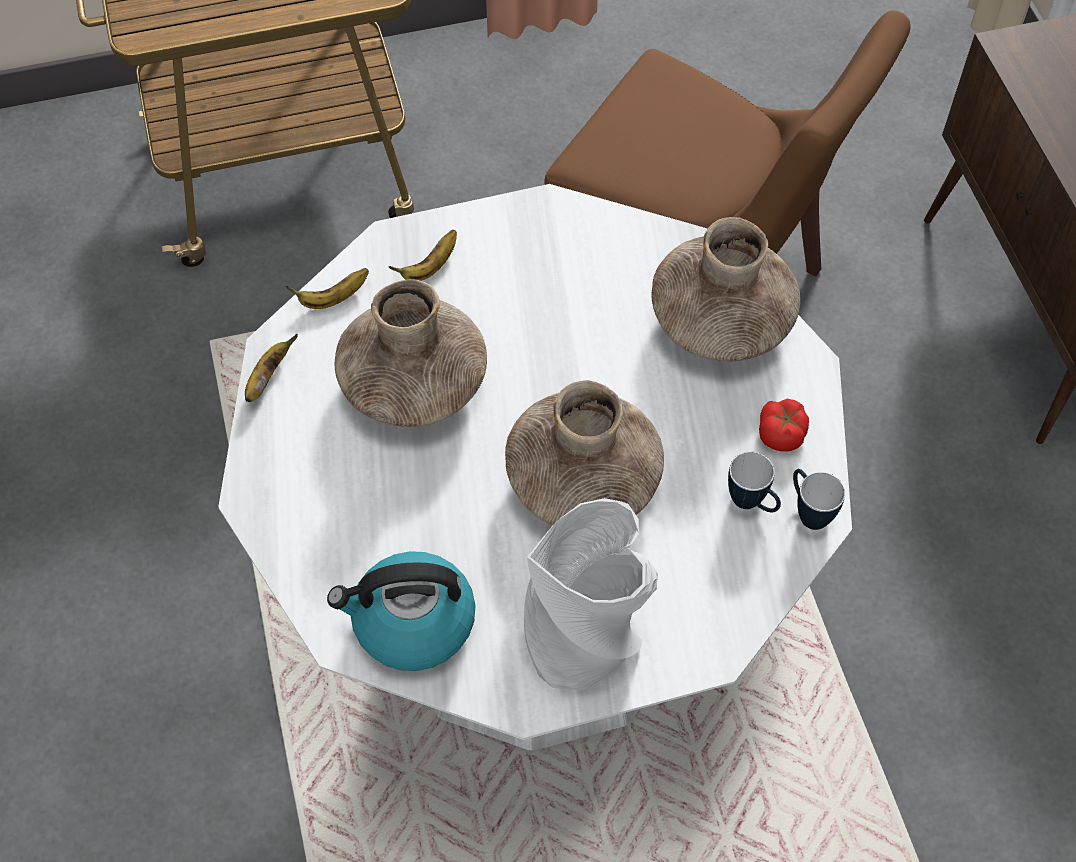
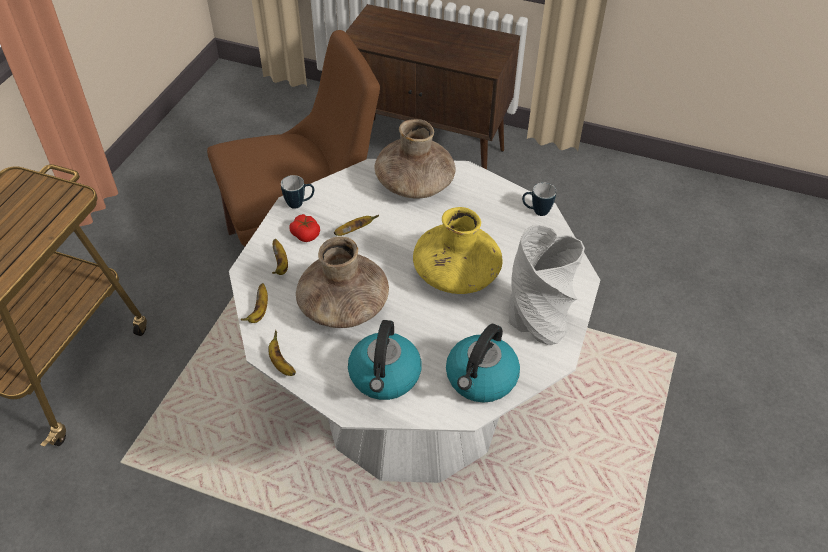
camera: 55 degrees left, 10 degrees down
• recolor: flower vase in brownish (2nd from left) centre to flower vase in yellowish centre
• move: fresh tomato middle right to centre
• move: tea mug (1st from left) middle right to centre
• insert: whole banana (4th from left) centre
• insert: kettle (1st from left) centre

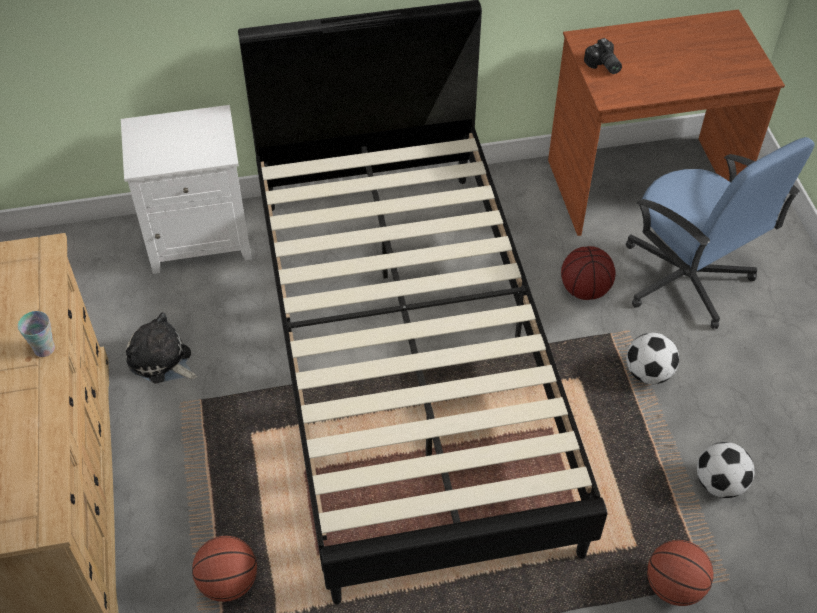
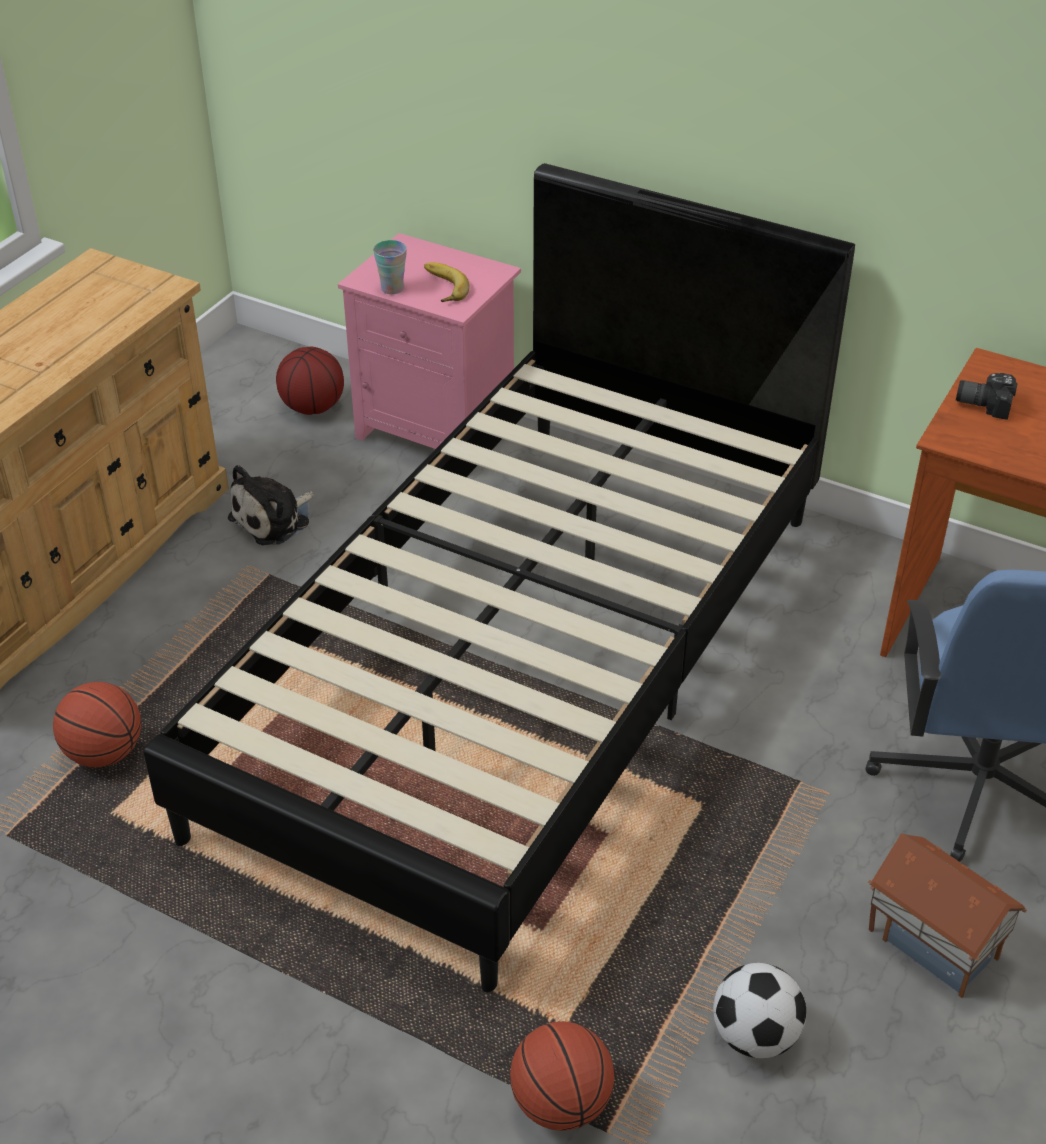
camera: 40 degrees right, 10 degrees down
• rotate: photo camera top right = middle right 90 degrees clockwise
• recolor: night table in whitish top left to night table in pinkish top centre
• move: basketball ball (2nd from left) middle right to top left
• move: drinking cup middle left to top centre
• rotate: cuddly toy middle left = middle left 120 degrees counterclockwise
• delete: football (1st from left) middle right
• insert: whole banana top centre
• insert: model house bottom right

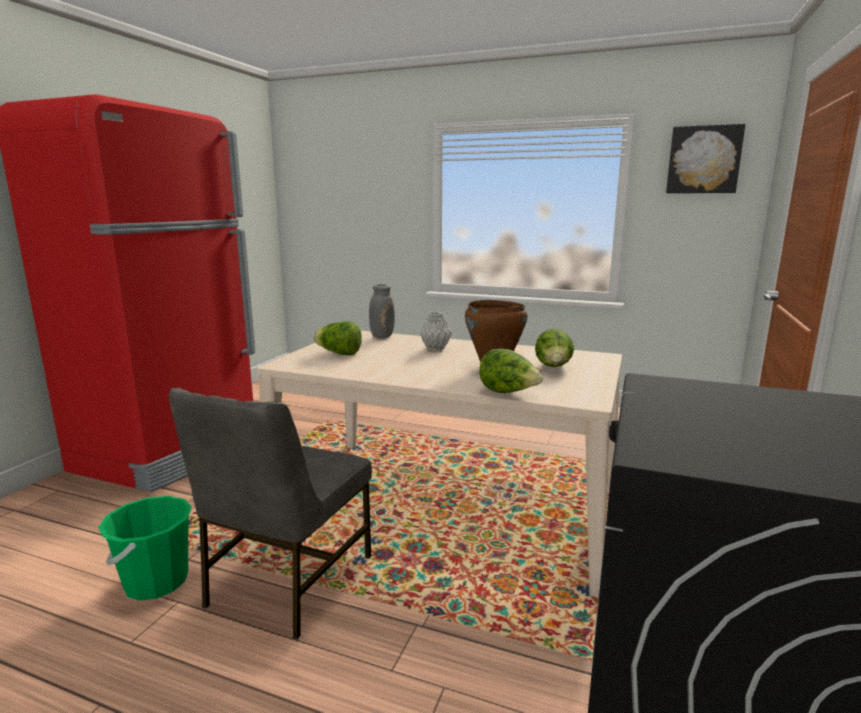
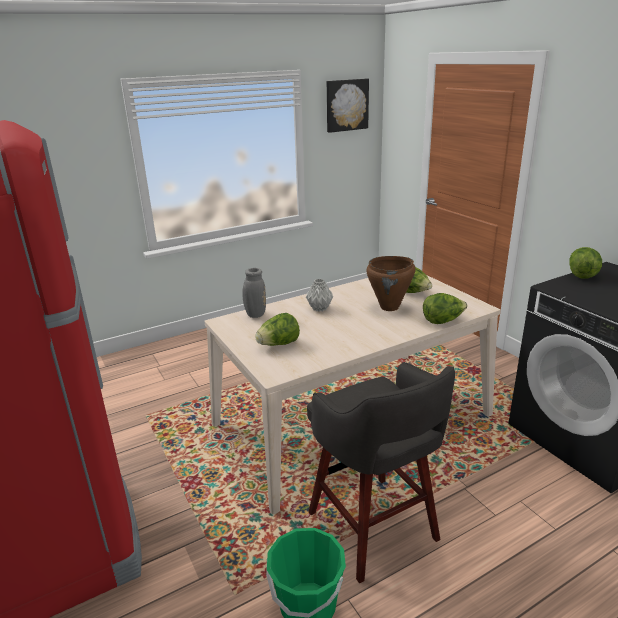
camera: 50 degrees left, 10 degrees up
• replace: chair in greyish bottom left to stool in greyish bottom centre
• insert: lettuce head (4th from left) middle right

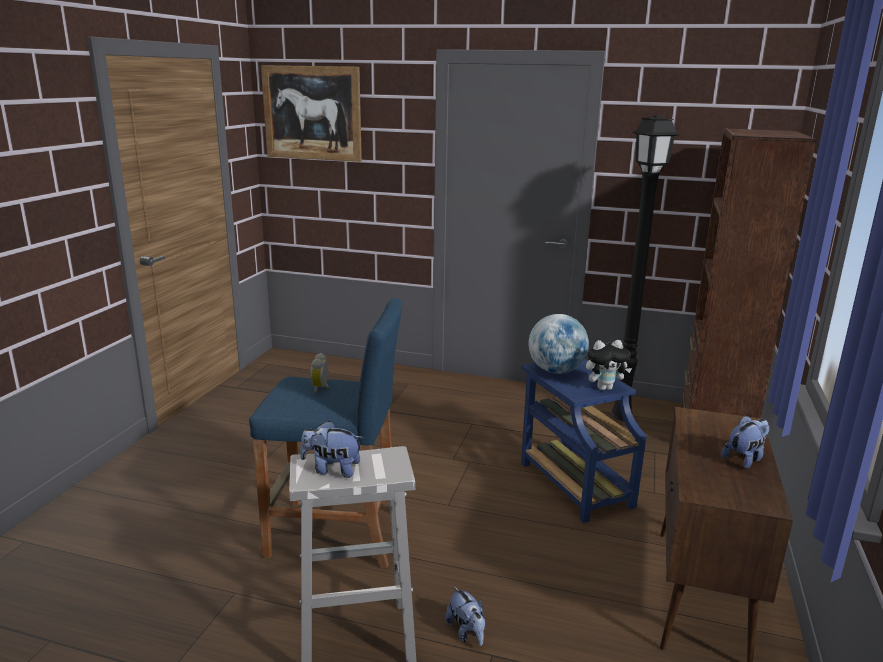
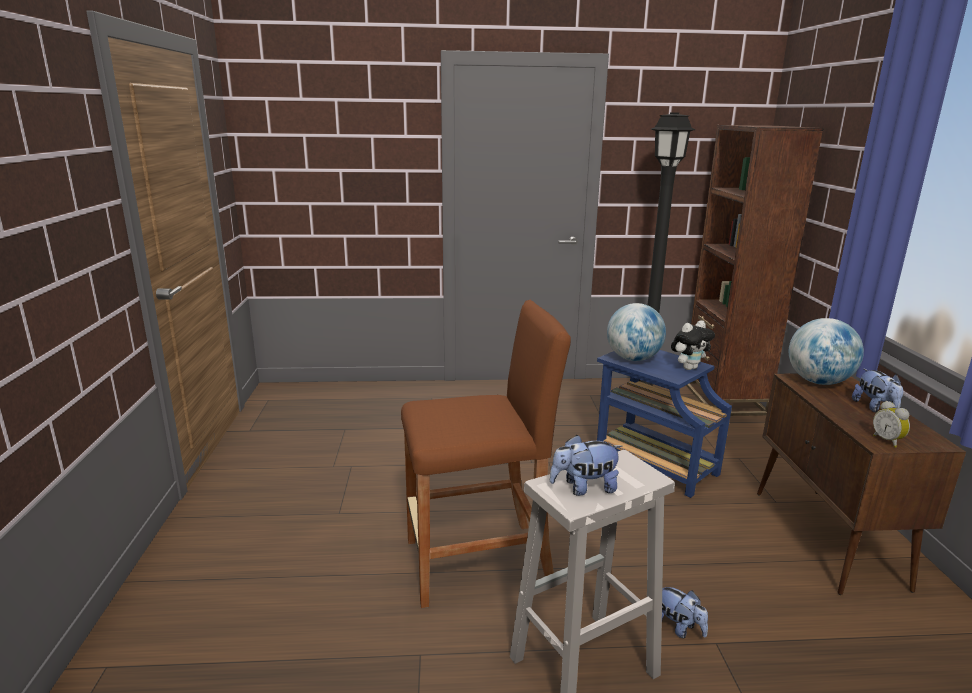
camera: 20 degrees left, 0 degrees up
• delete: wall art top centre
• recolor: stool in blue-coloured centre to stool in brownish centre
• move: table clock centre to middle right
• rotate: cuddly toy (4th from left) bottom right = middle right 135 degrees clockwise
• insert: desk globe (2nd from left) middle right

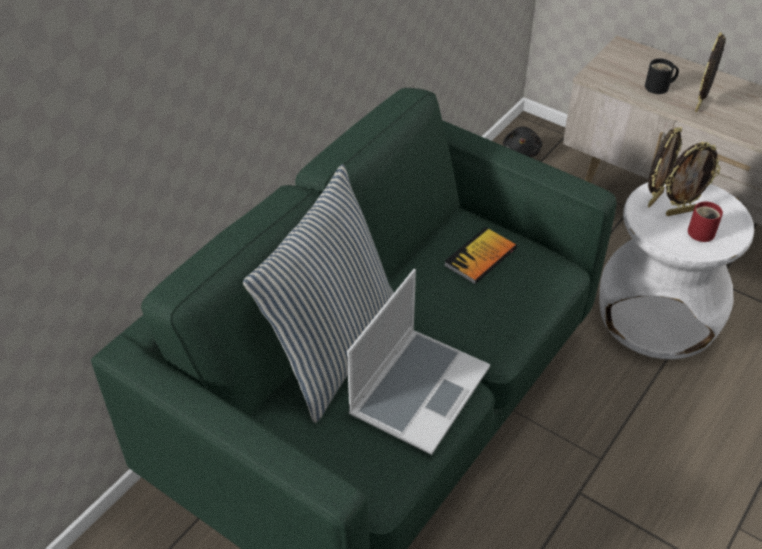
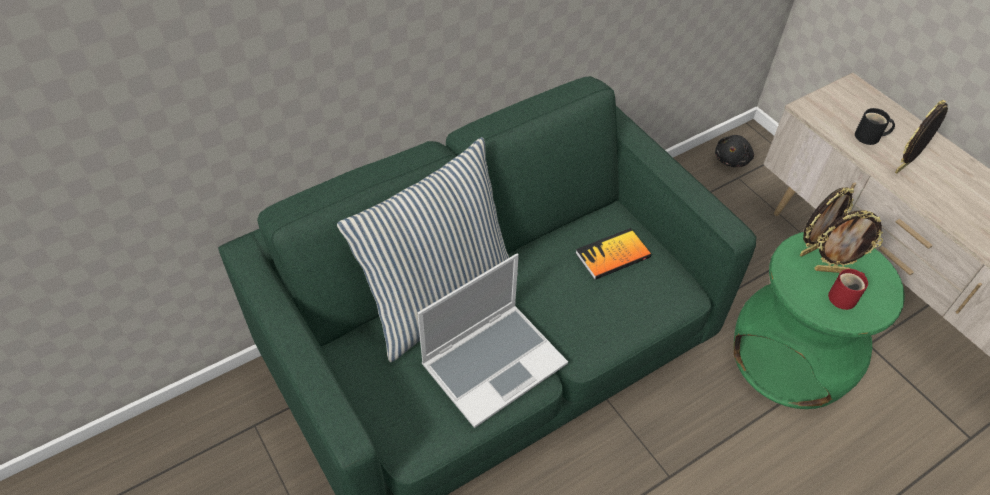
camera: 20 degrees right, 5 degrees up
• recolor: stool in whitish middle right to stool in green-coloured middle right

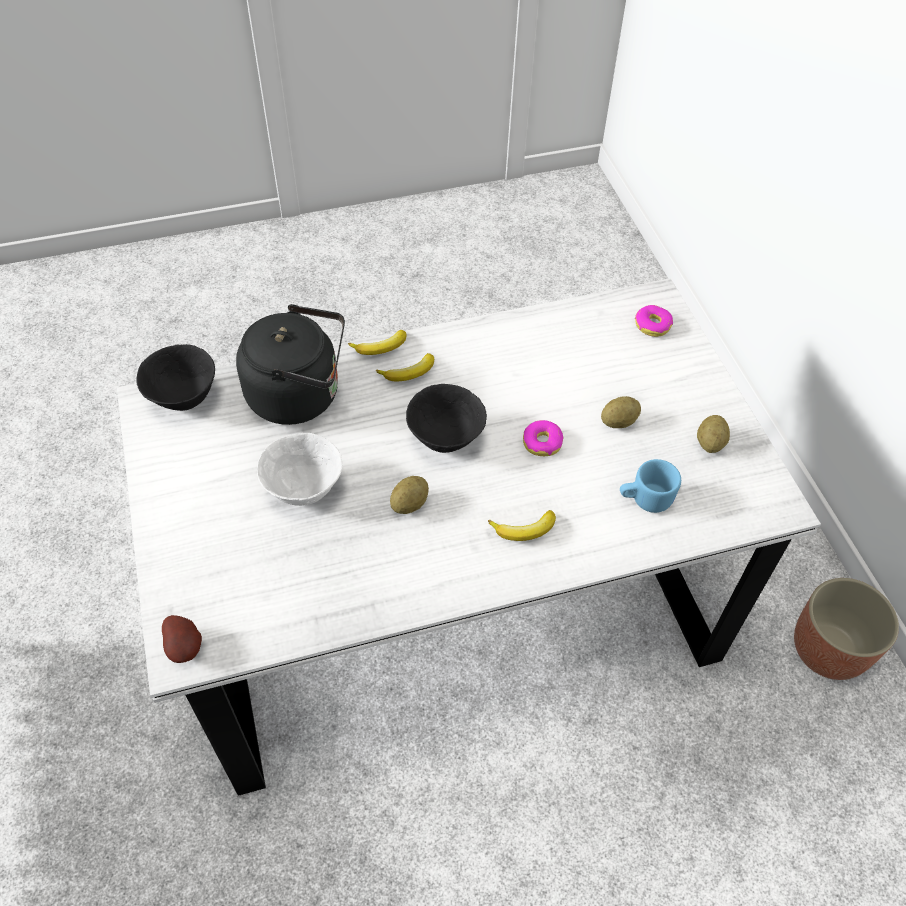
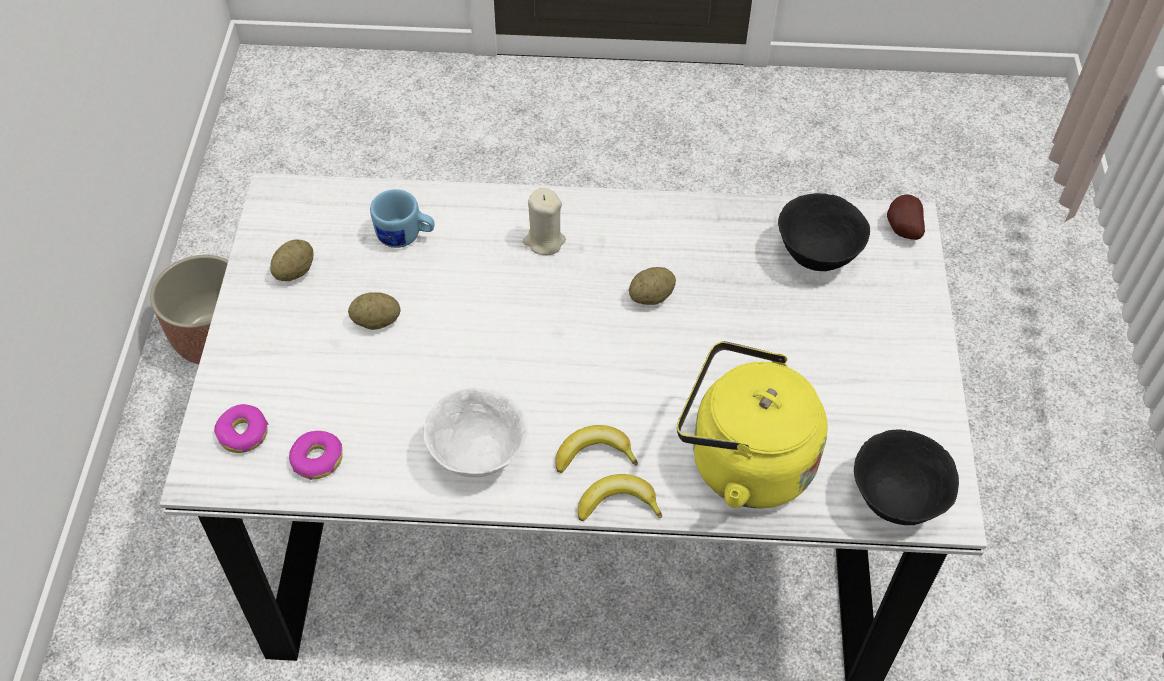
camera: 160 degrees left, 0 degrees up
• recolor: kettle in black-coloured middle left to kettle in yellowish centre
• move: serving bowl in black-coloured (2nd from left in the first image) centre to serving bowl in black-coloured (1st from left) middle right
• move: donut (1st from left in the first image) centre to donut (2nd from left) bottom left
• move: serving bowl in whitish middle left to centre
• replace: whole banana (3rd from left) centre to wax candle in beige top centre

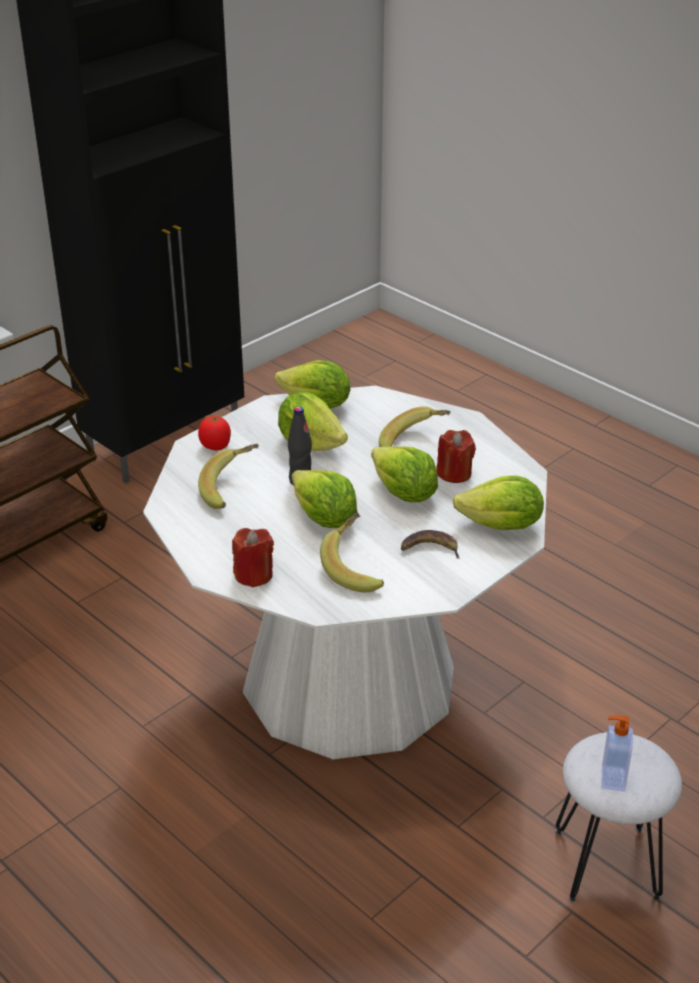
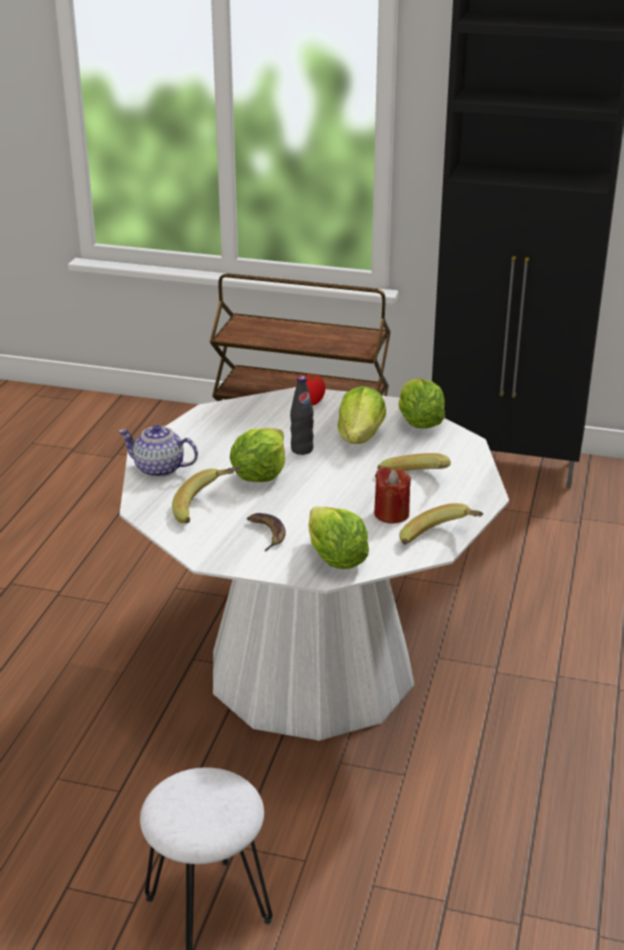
camera: 60 degrees right, 5 degrees down
• move: whole banana (1st from left in the first image) middle left to whole banana (4th from left) middle right
• delete: lettuce head (4th from left) centre
• replace: wax candle in red (1st from left) centre to tea pot middle left
• delete: soap bottle bottom right

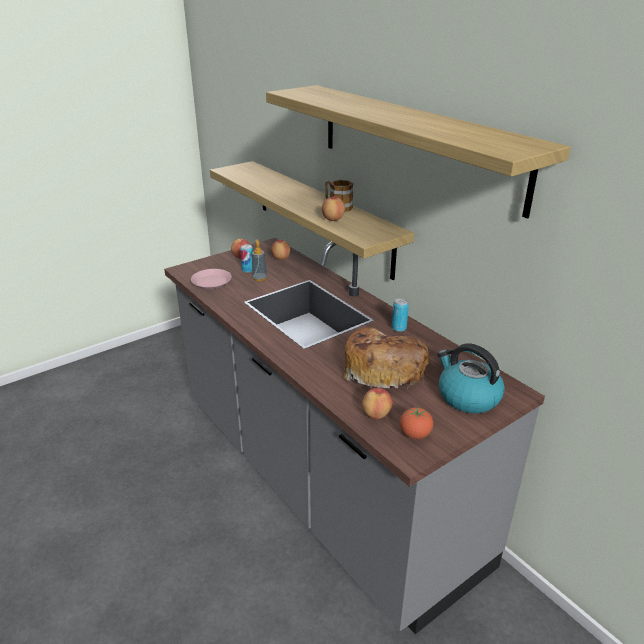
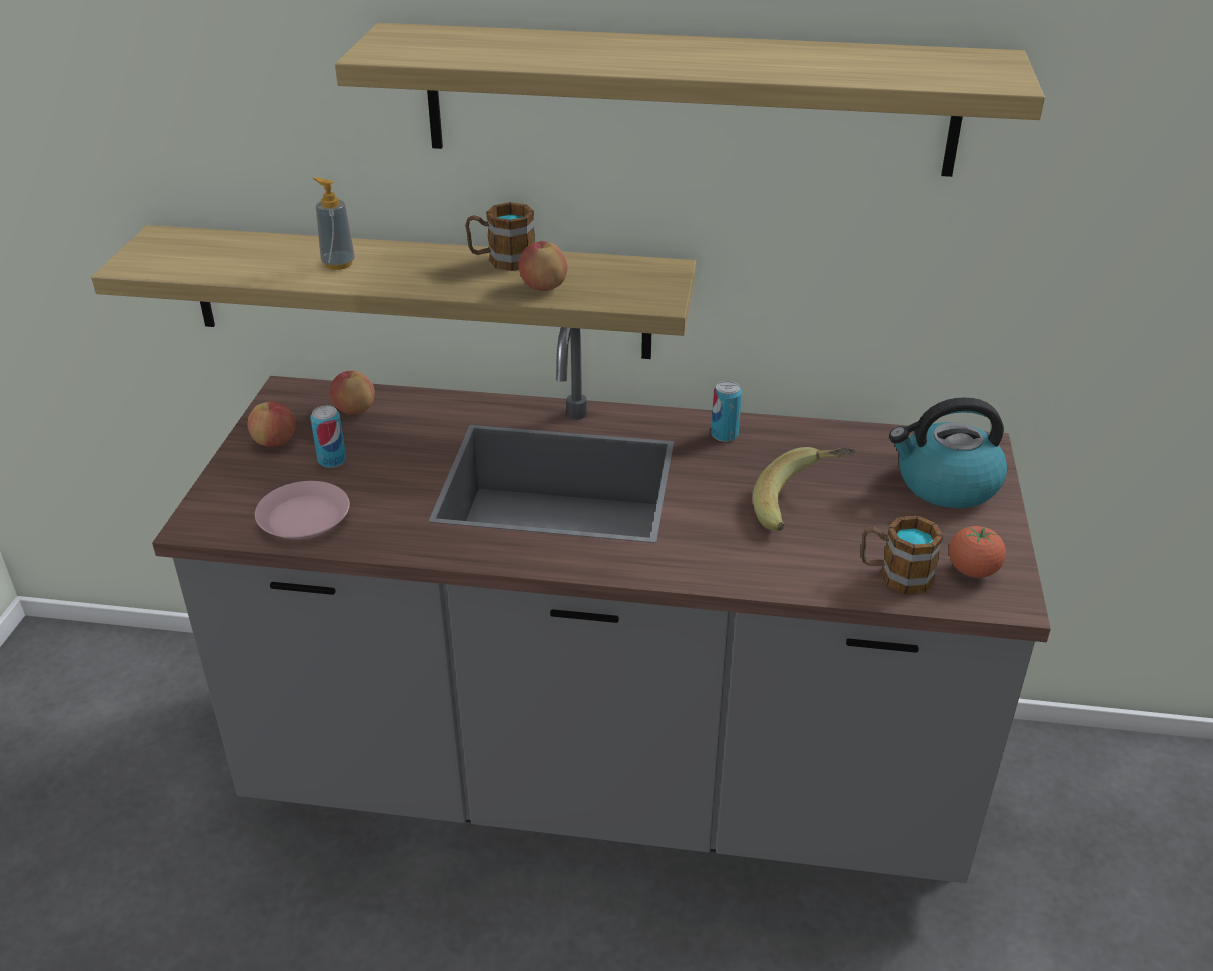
camera: 45 degrees left, 5 degrees up
• move: soap bottle centre to top left
• replace: baked bread centre to whole banana centre
• replace: apple fruit (4th from left) centre to tea mug (2nd from left) middle right

